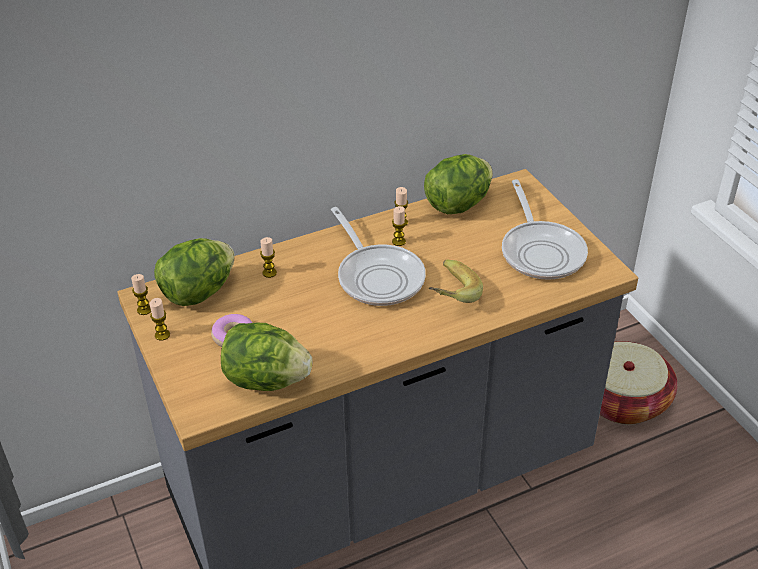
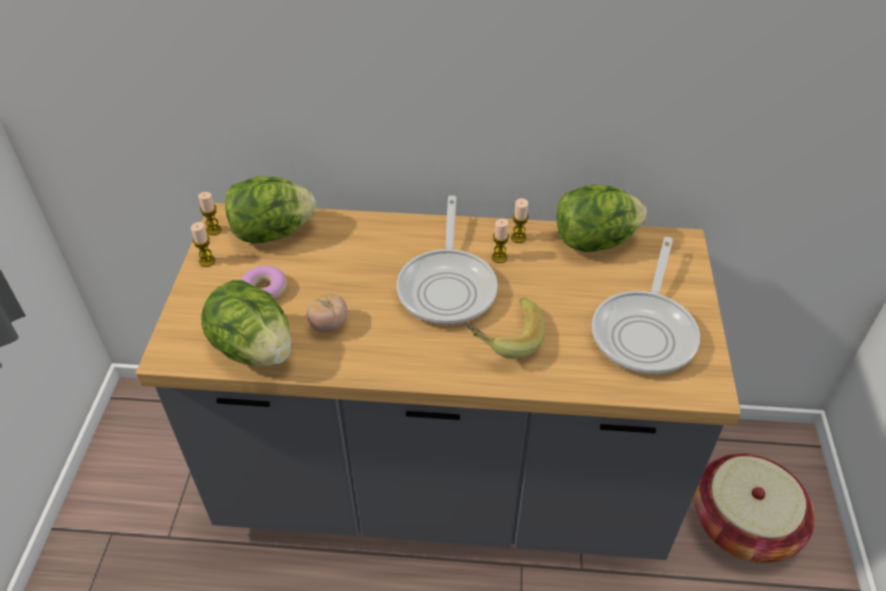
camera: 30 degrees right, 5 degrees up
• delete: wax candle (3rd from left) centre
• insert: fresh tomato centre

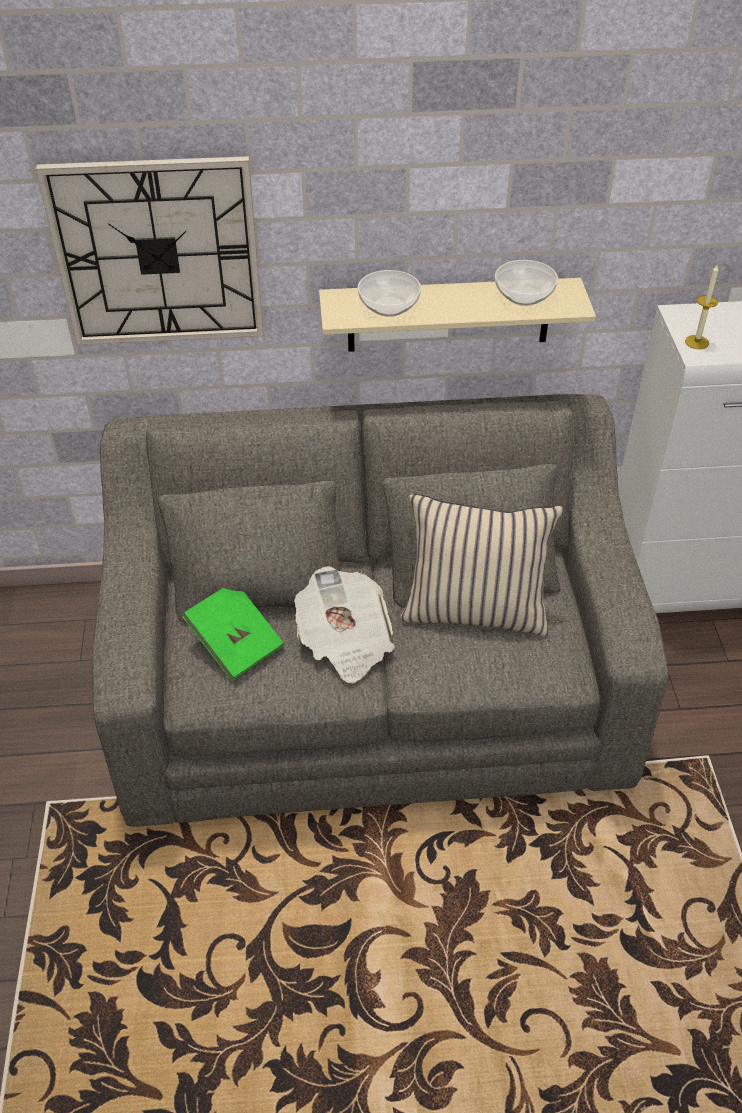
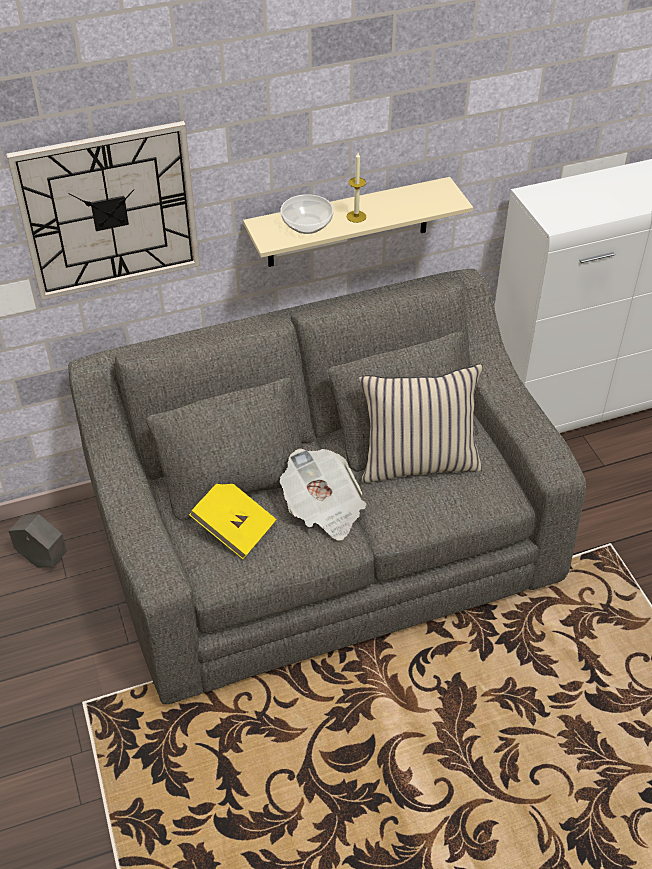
camera: 15 degrees left, 0 degrees up
• delete: serving bowl (2nd from left) top right
• move: wax candle top right to top centre
• recolor: bound book in green-coloured middle left to bound book in yellowish centre
• insert: planter in greyish middle left

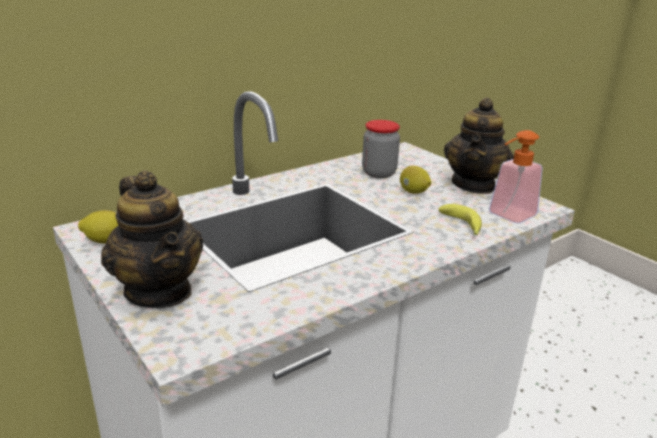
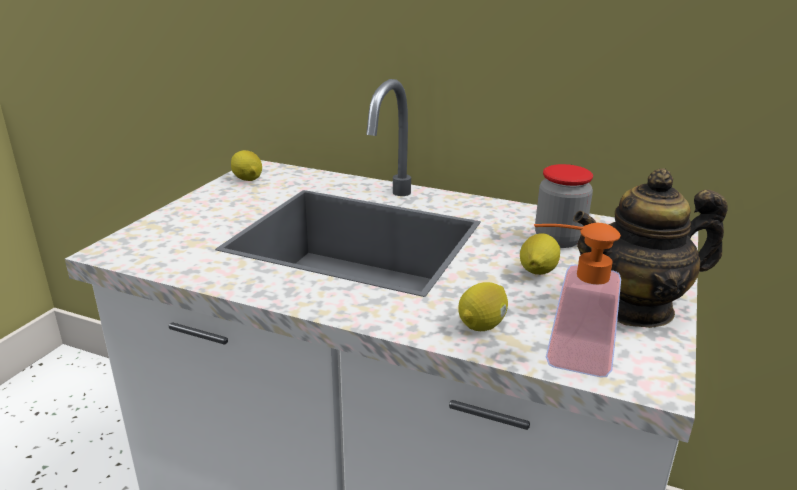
camera: 60 degrees right, 0 degrees up
• delete: tea pot (1st from left) middle left
• replace: whole banana middle right to lemon (2nd from left) centre

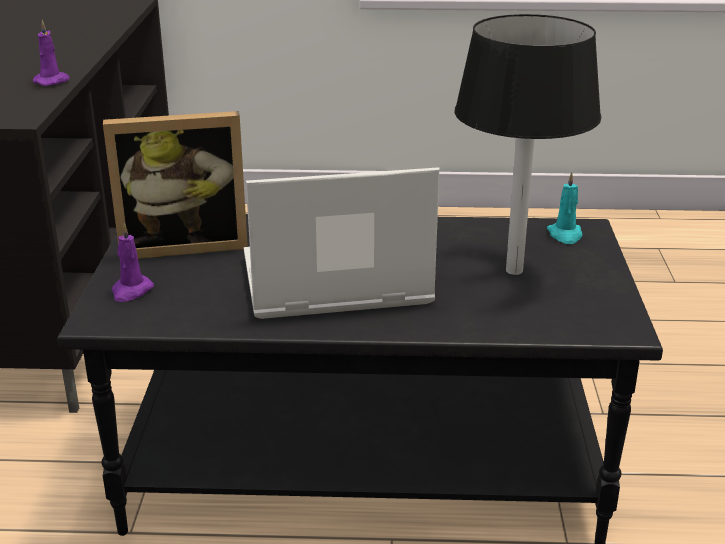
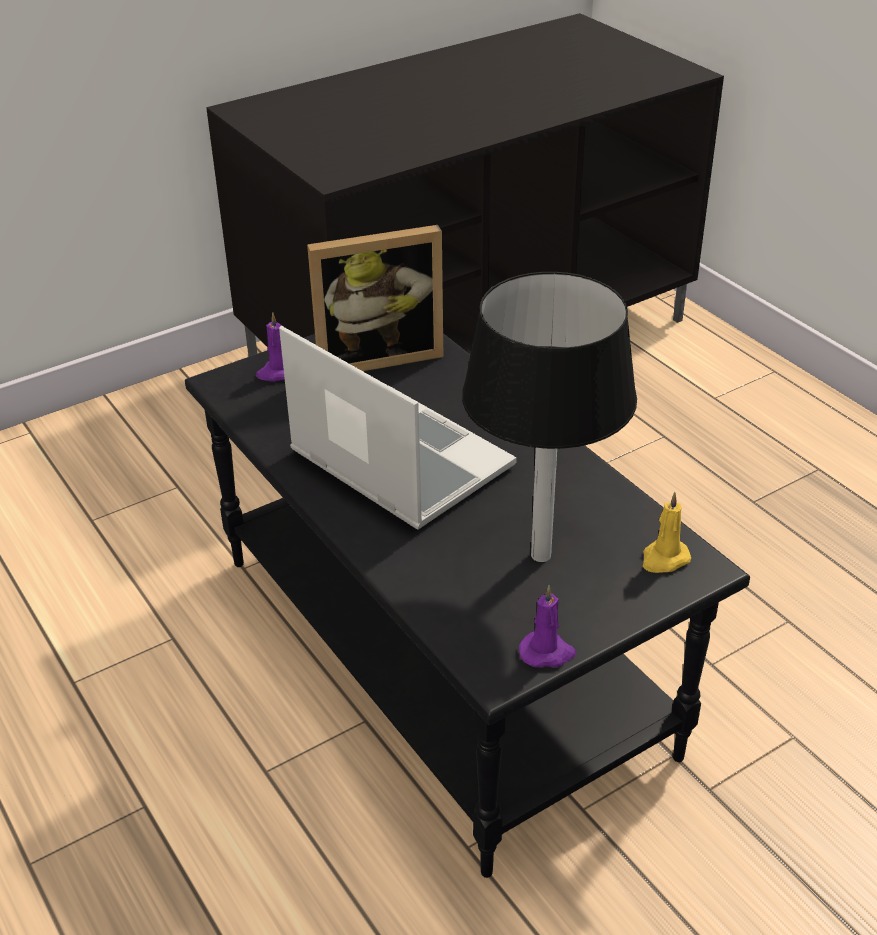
camera: 55 degrees right, 10 degrees up
• move: wax candle in purplish (1st from left in the first image) top left to wax candle in purplish (2nd from left) bottom centre
• rotate: standing frame middle left = top centre 60 degrees counterclockwise
• recolor: wax candle in turquoise middle right to wax candle in yellowish middle right

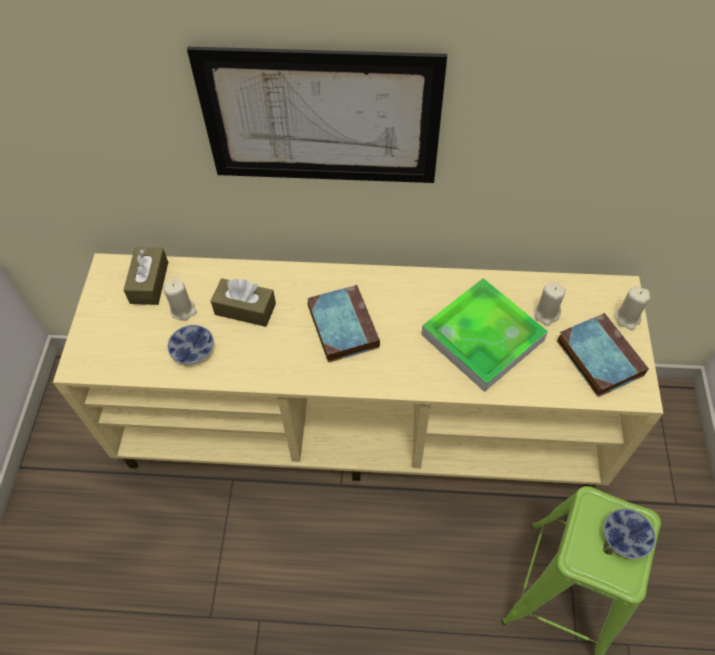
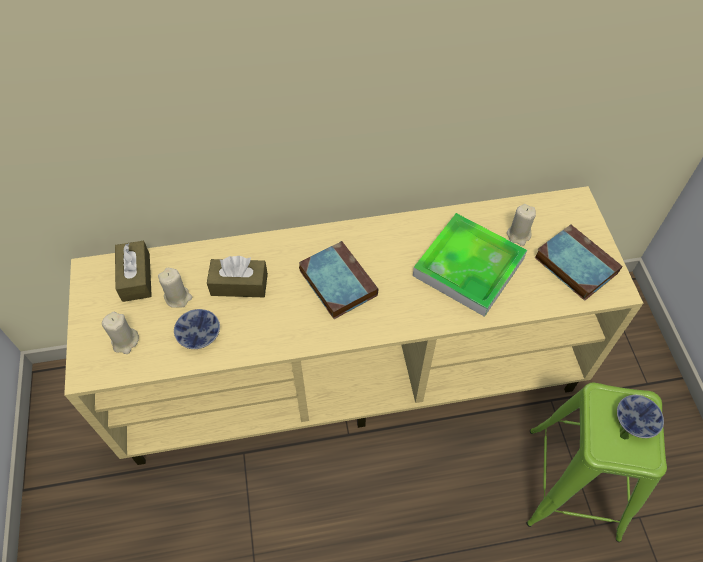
camera: 15 degrees left, 0 degrees up
• delete: wall art top centre
• move: wax candle in beige (3rd from left in the first image) middle right to wax candle in beige (1st from left) middle left

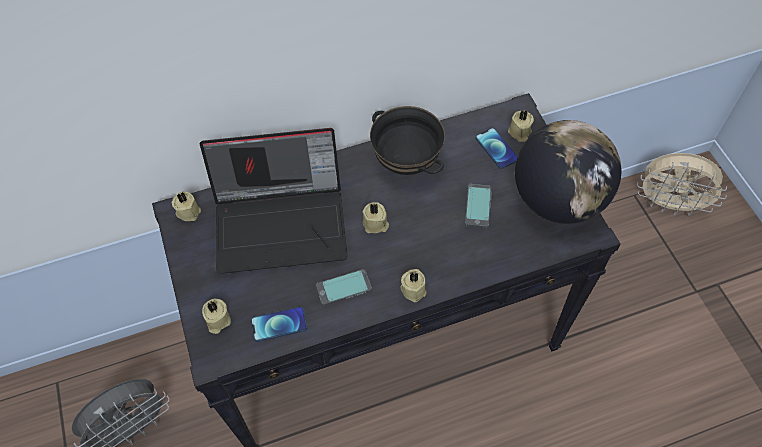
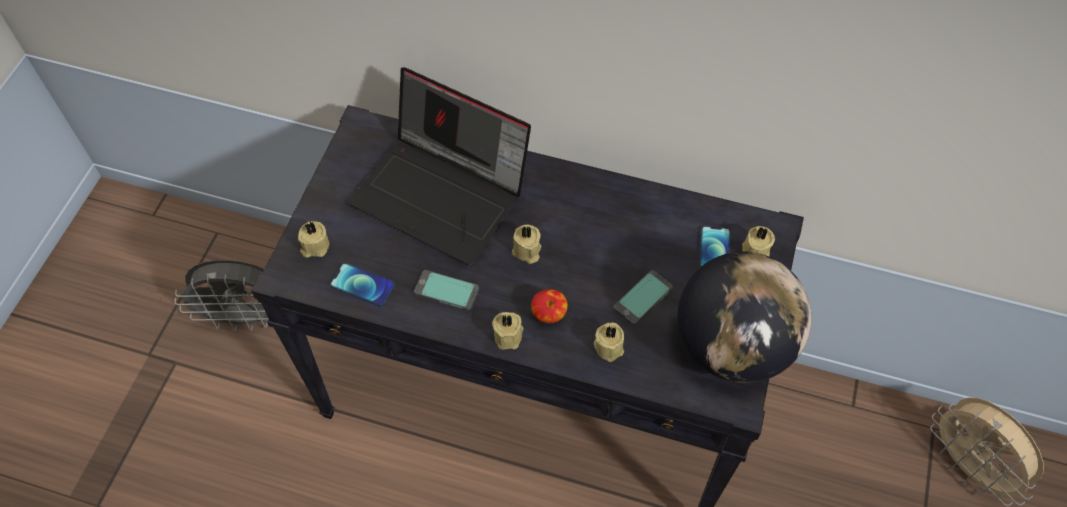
camera: 35 degrees right, 0 degrees up
• delete: serving bowl in black-coloured top centre
• move: wax candle in beige (1st from left in the first image) middle left to wax candle in beige (4th from left) bottom centre
• insert: apple fruit centre

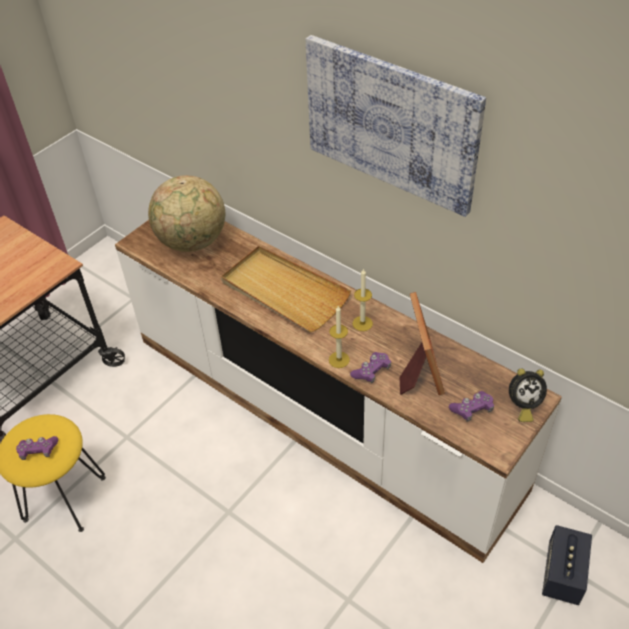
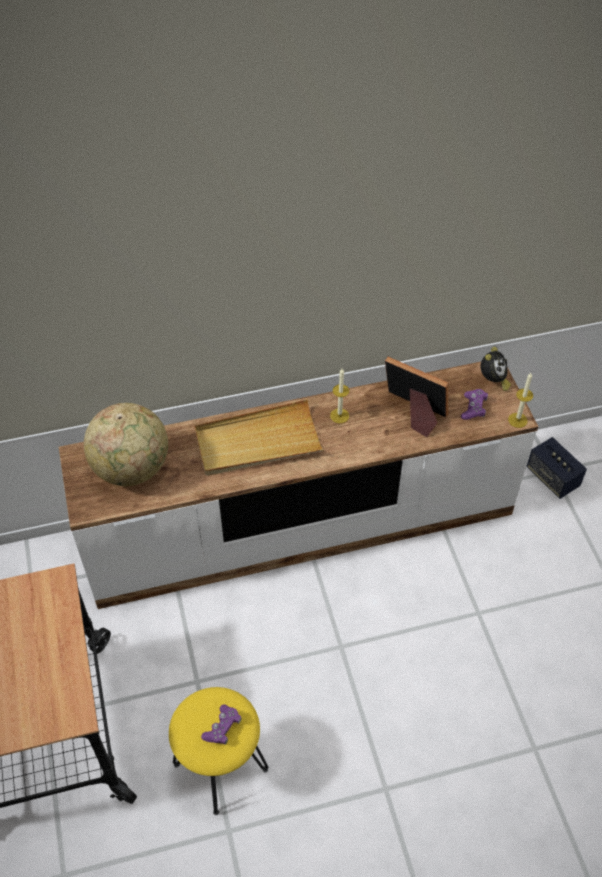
camera: 55 degrees left, 5 degrees up
• delete: wall art top centre
• move: wax candle (1st from left in the first image) centre to wax candle (2nd from left) middle right
• delete: game controller in purplish (2nd from left) centre

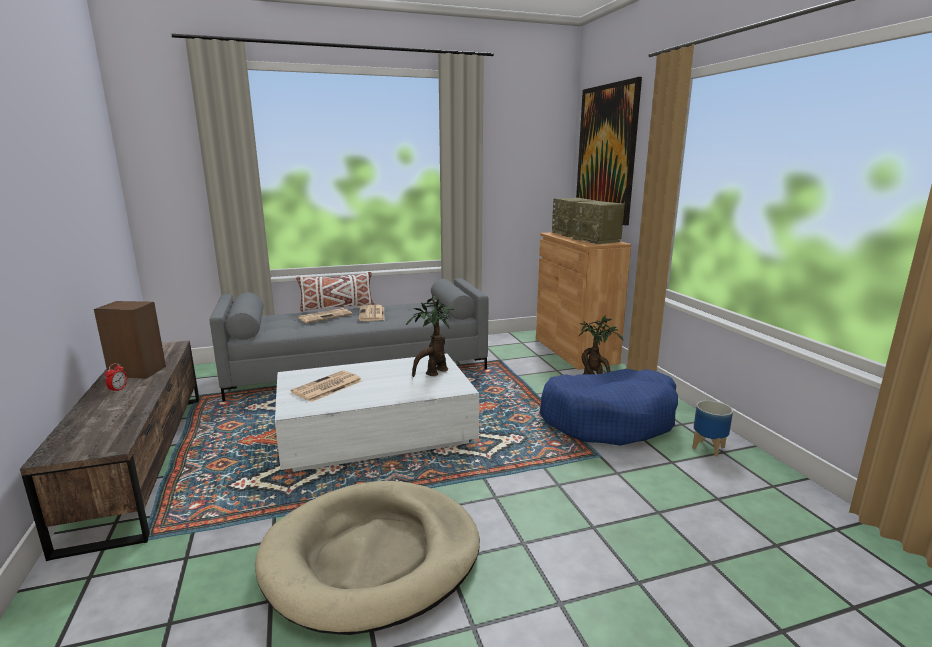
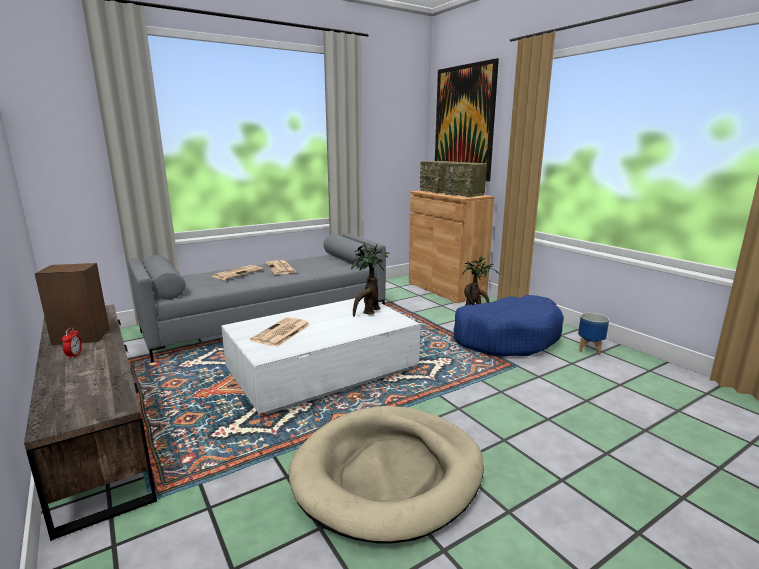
camera: 15 degrees left, 0 degrees up
• delete: throw pillow in whitish centre

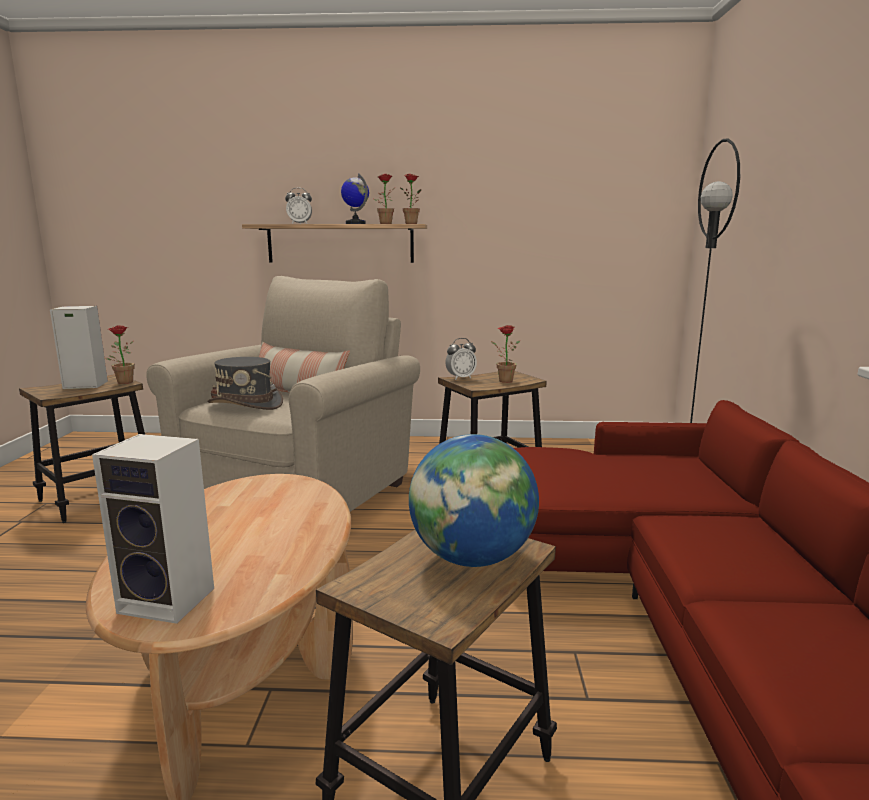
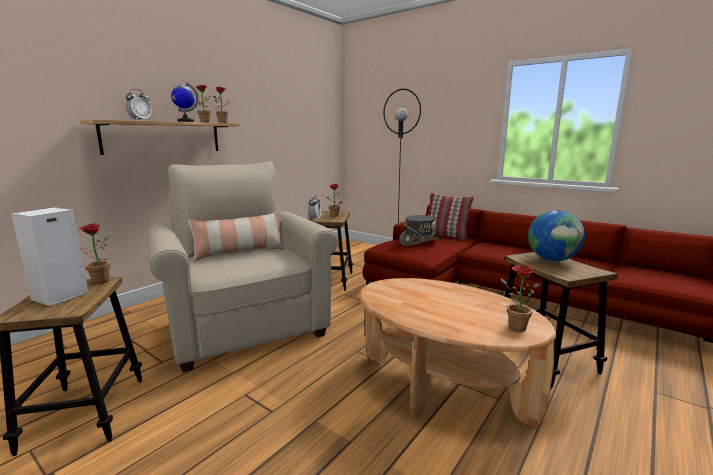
camera: 55 degrees left, 0 degrees up
• move: hat in greyish middle left to centre
• replace: speaker (2nd from left) middle left to plant in a pot (5th from left) middle right
• insert: throw pillow (2nd from left) centre

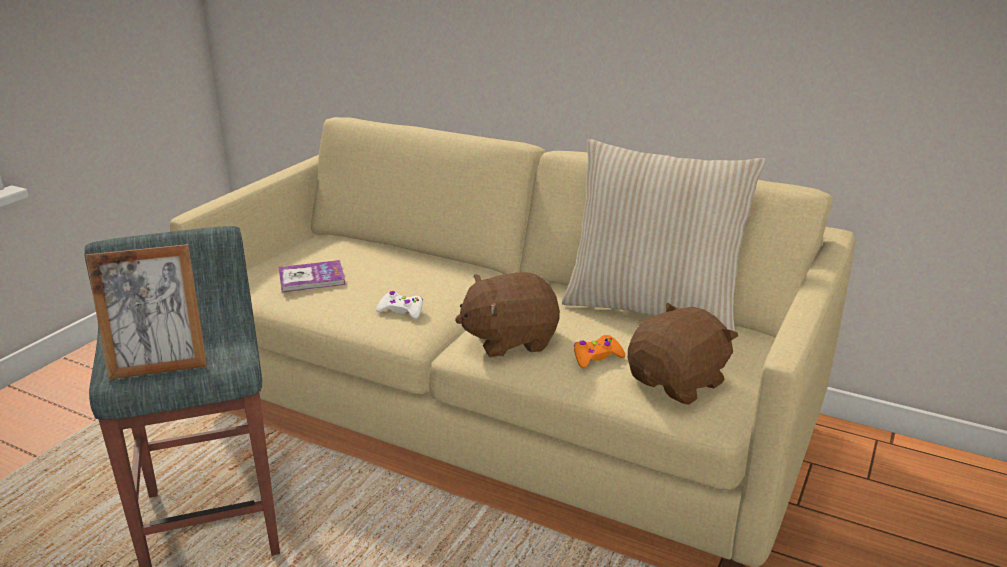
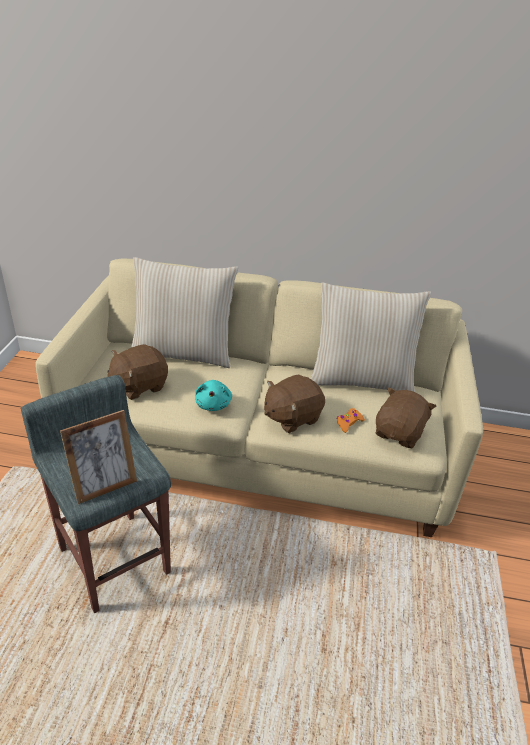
camera: 20 degrees left, 10 degrees up
• replace: bound book middle left to cuddly toy in brownish (1st from left) middle left
• replace: game controller in whitish centre to cuddly toy in turquoise centre
• insert: throw pillow in beige (1st from left) centre

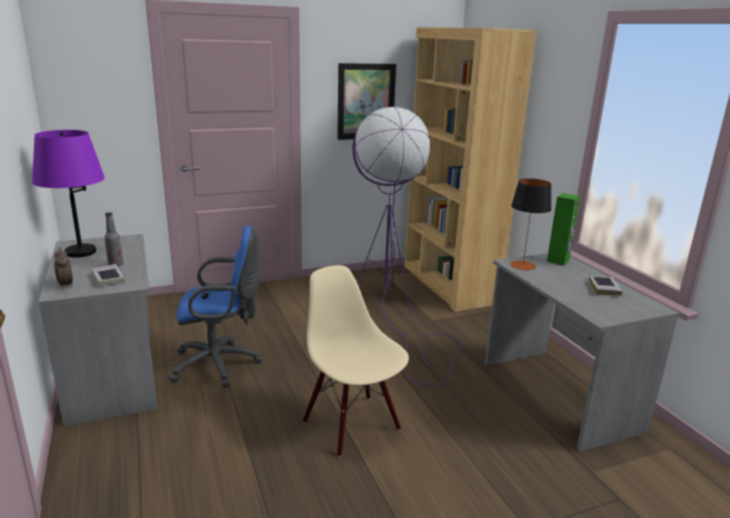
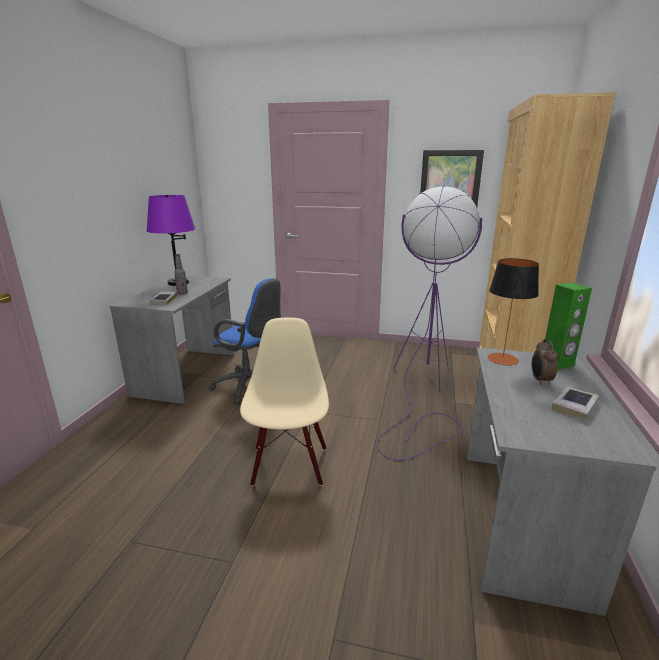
camera: 35 degrees right, 0 degrees up
• move: table clock middle left to middle right

